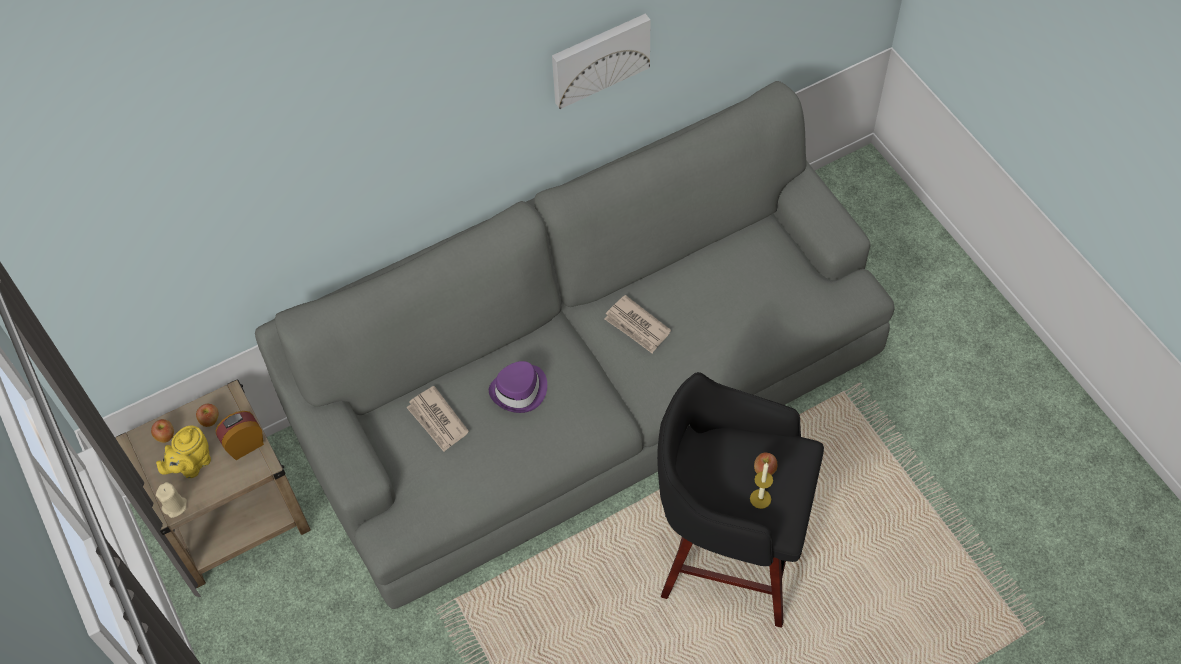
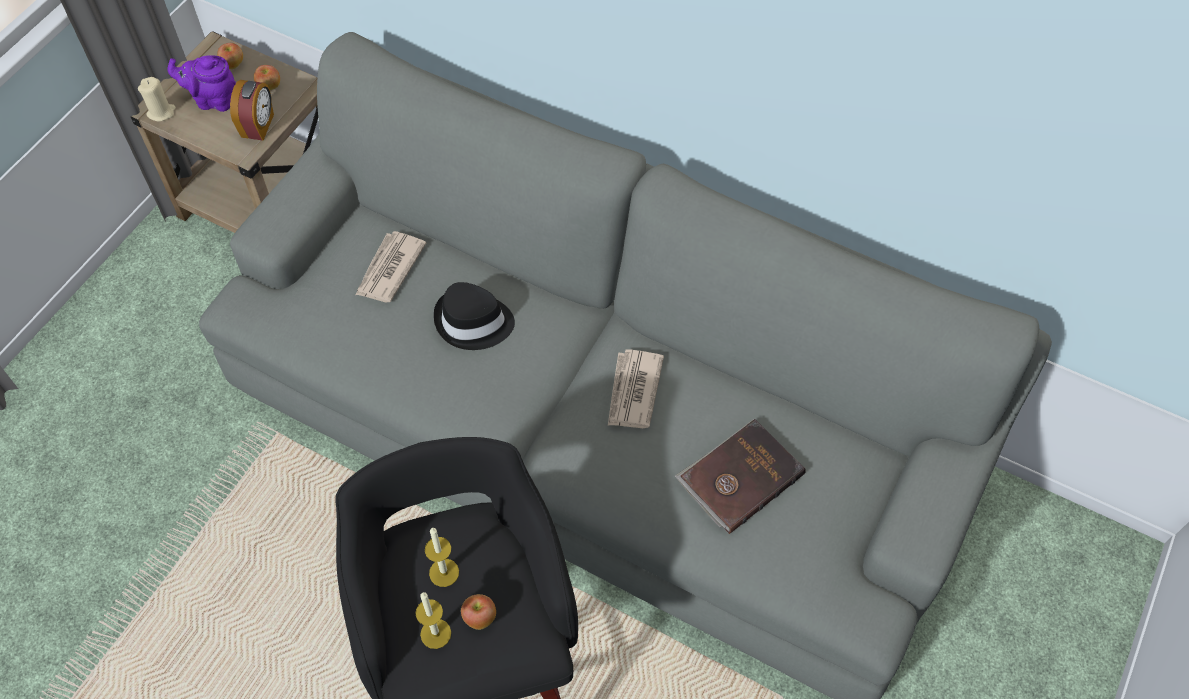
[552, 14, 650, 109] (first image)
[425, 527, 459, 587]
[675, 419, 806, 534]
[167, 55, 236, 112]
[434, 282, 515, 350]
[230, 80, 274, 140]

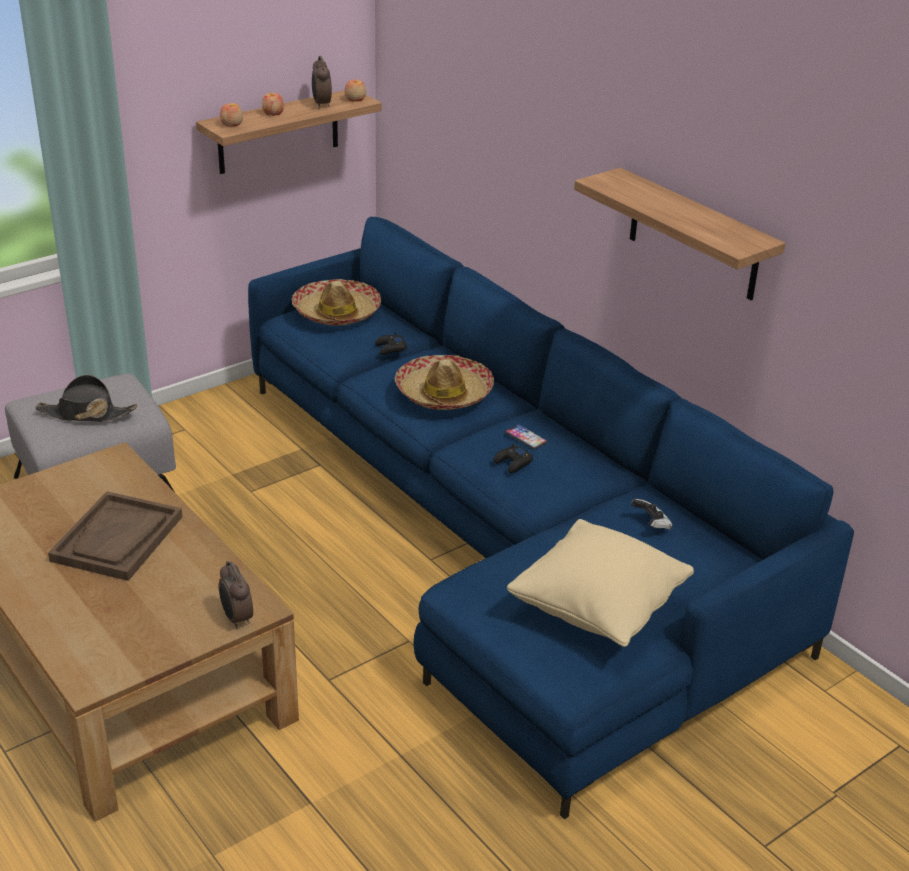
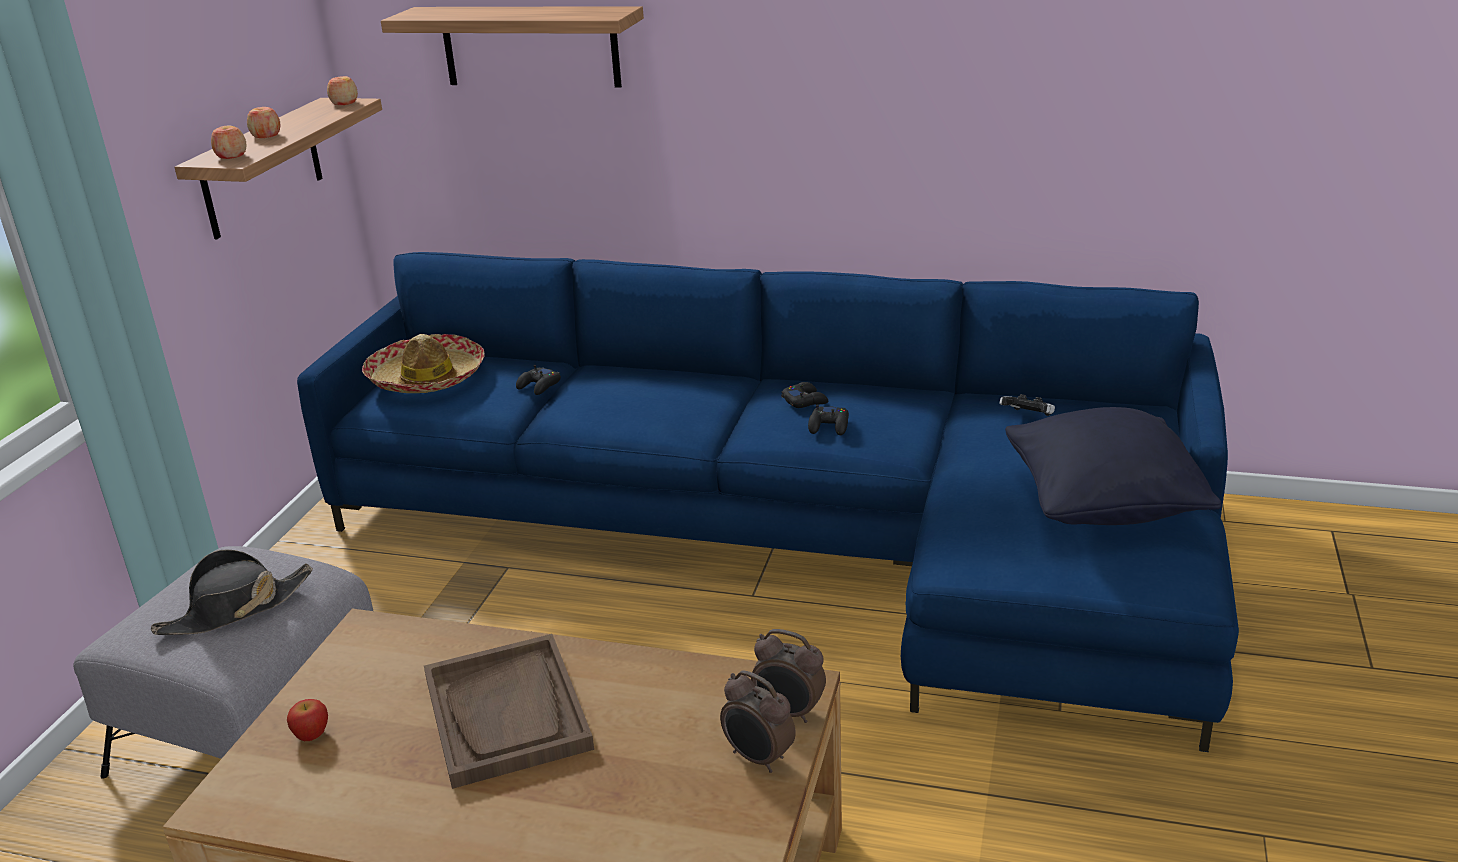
[395, 355, 494, 410] (first image)
[287, 699, 328, 741]
[720, 670, 796, 773]
[381, 6, 644, 88]
[781, 382, 828, 408]
[1005, 407, 1222, 525]

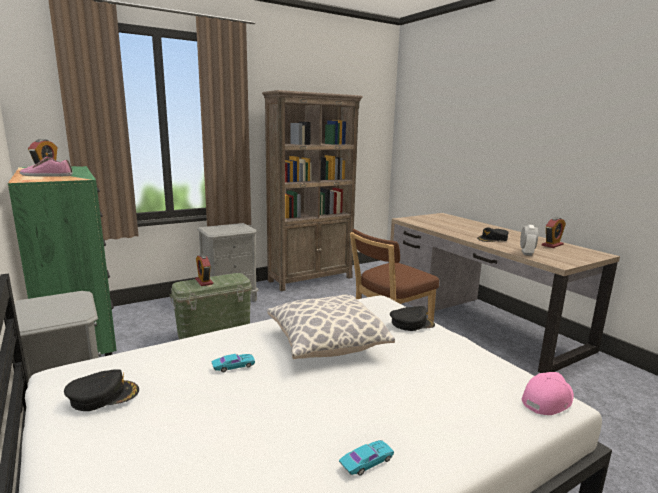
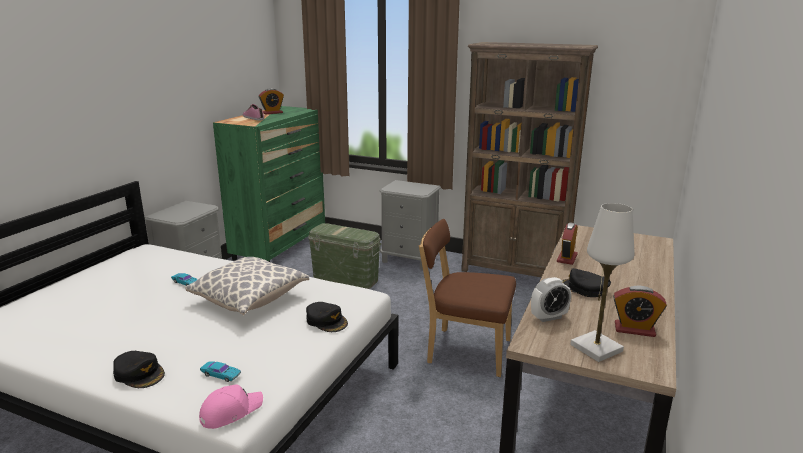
[570, 203, 634, 362]
[113, 351, 165, 388]
[557, 222, 578, 265]
[200, 362, 241, 382]
[199, 385, 263, 429]

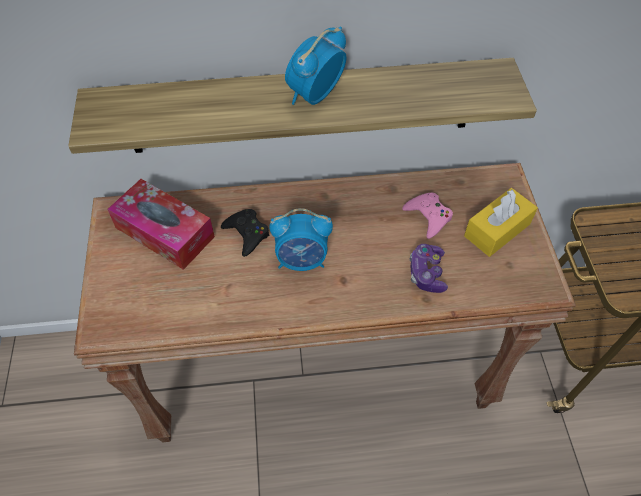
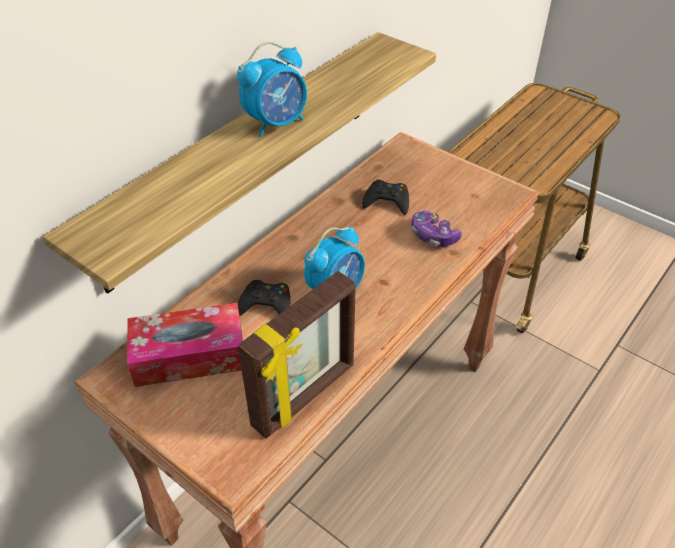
[464, 188, 538, 257] (first image)
[238, 271, 356, 439]
[362, 179, 409, 215]
[237, 42, 307, 137]

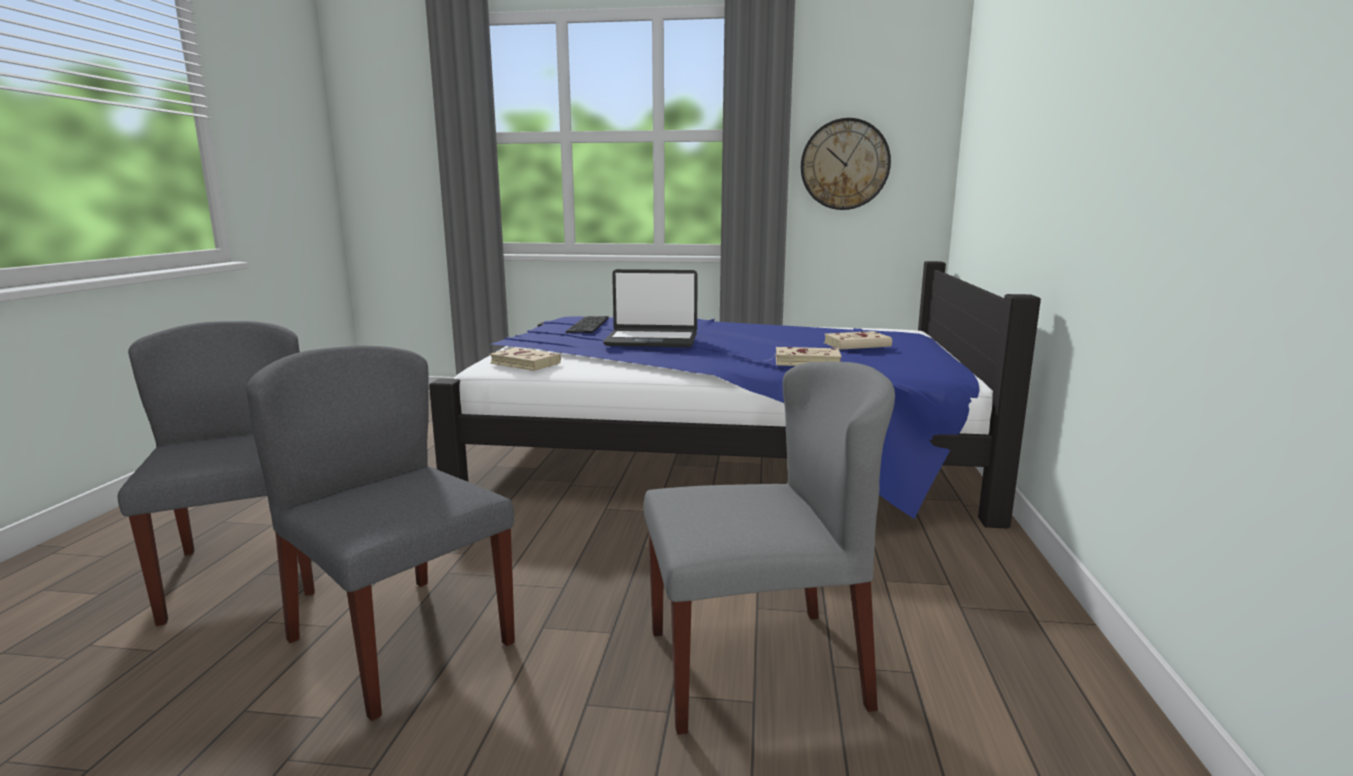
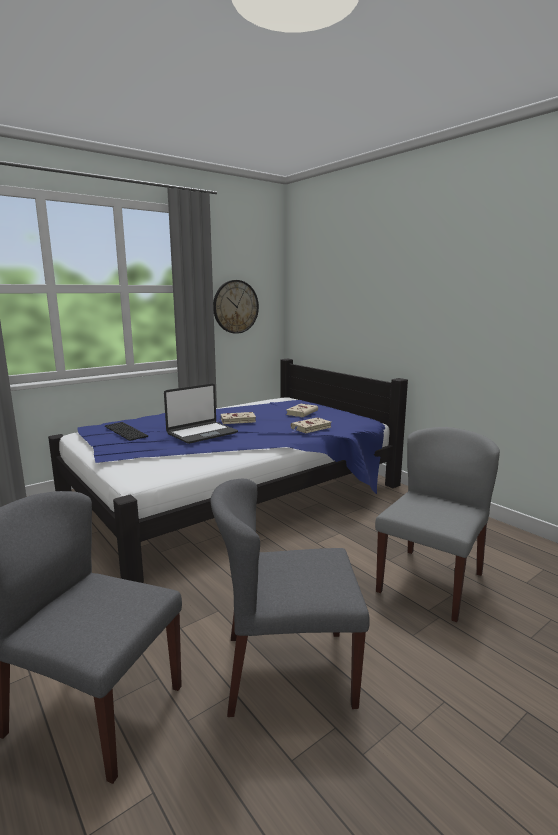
[216, 412, 256, 424]

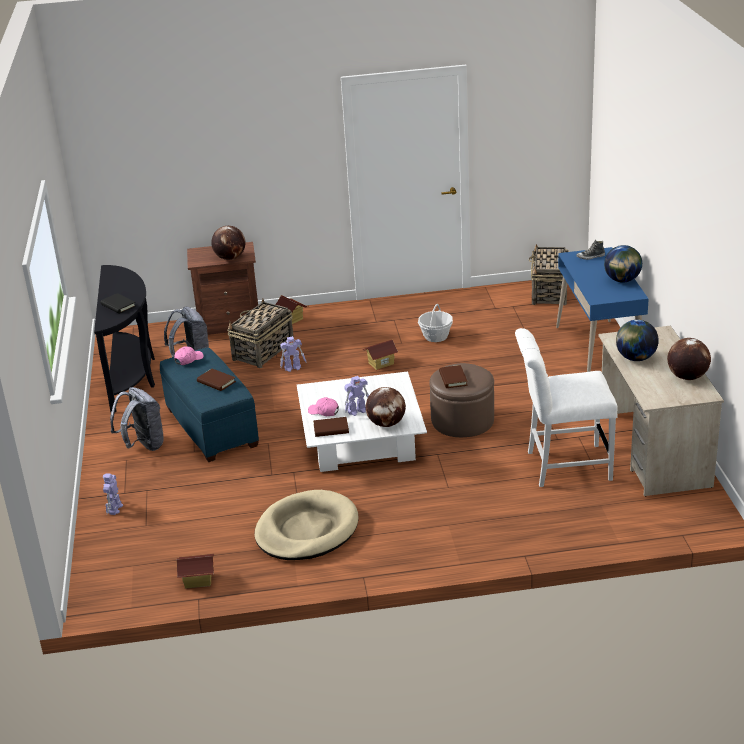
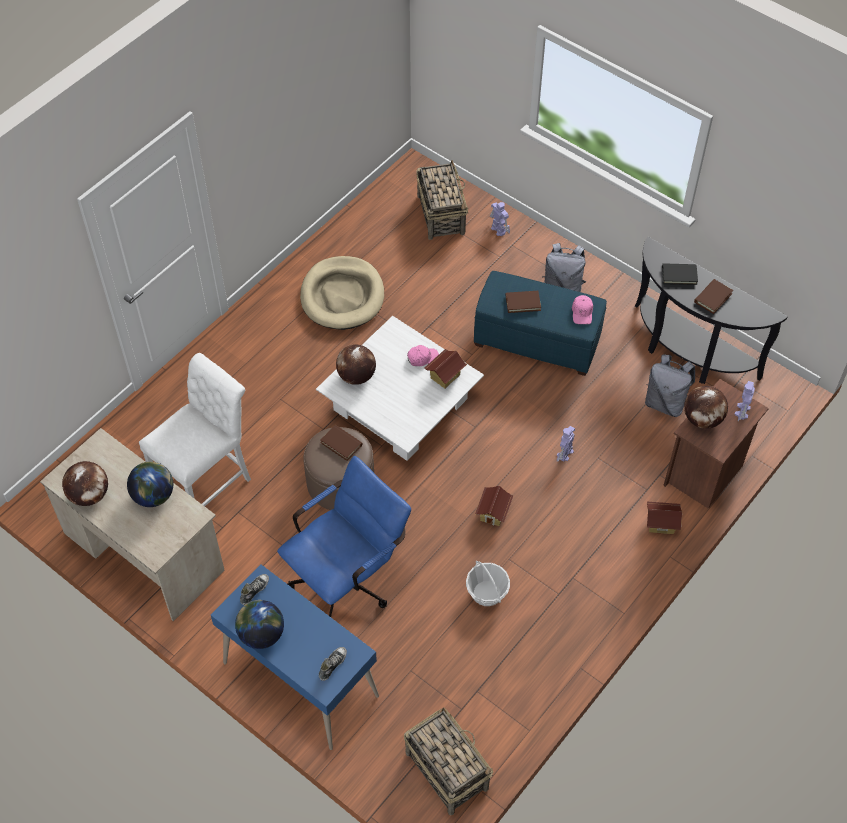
[240, 574, 269, 605]
[277, 456, 411, 617]
[424, 349, 467, 388]
[416, 160, 468, 240]
[694, 279, 733, 314]
[734, 381, 755, 421]

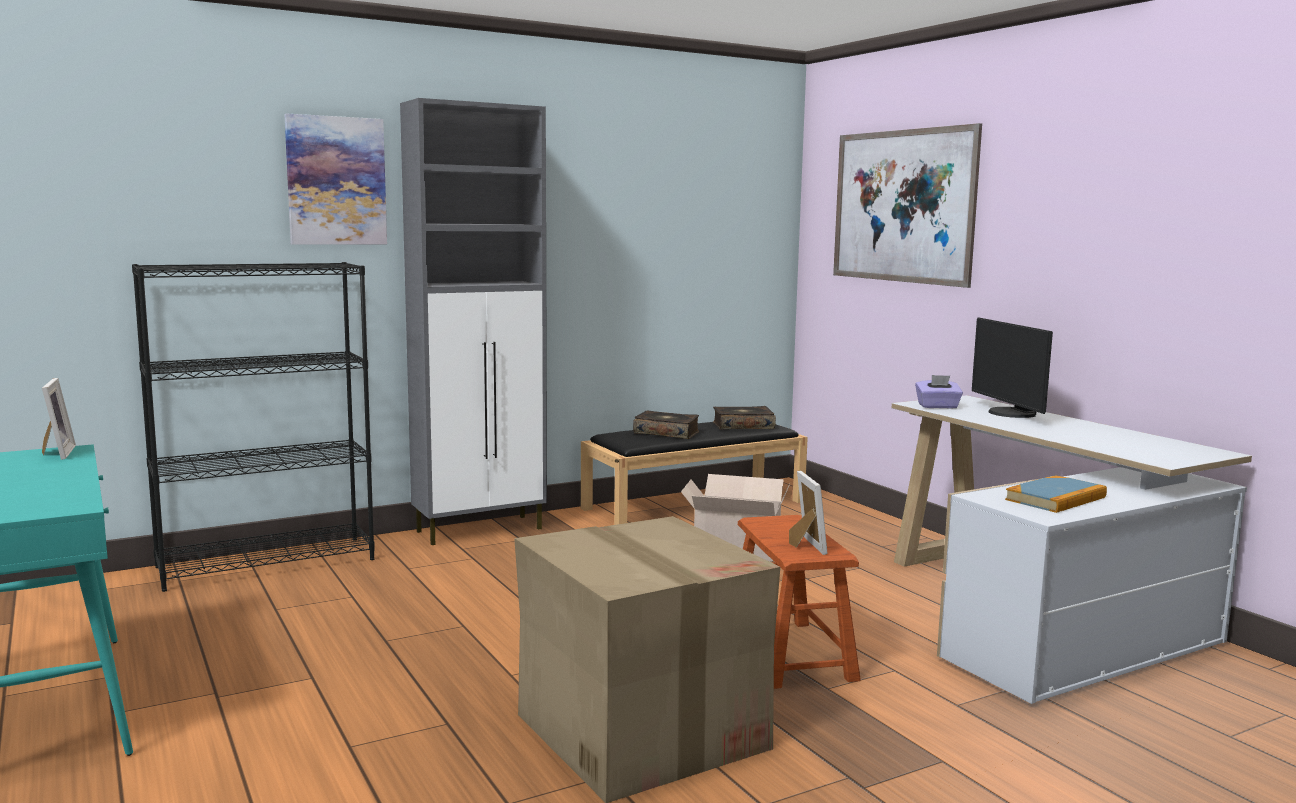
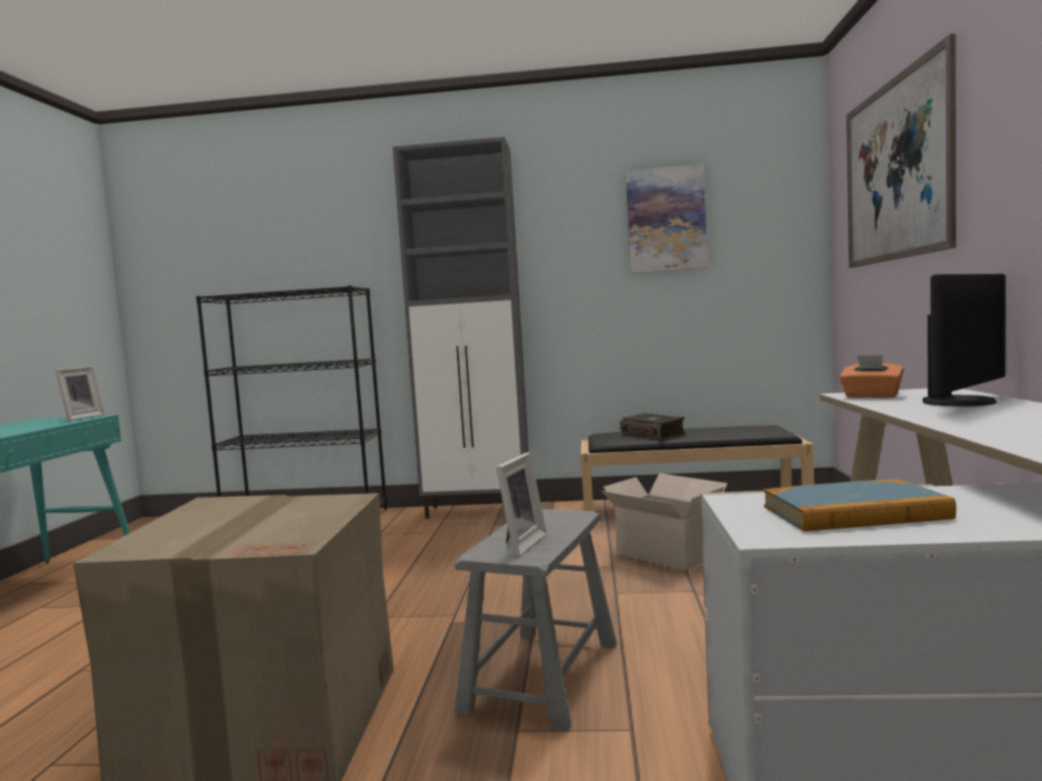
[713, 406, 776, 429] (first image)
[626, 164, 708, 273]
[454, 509, 617, 732]
[840, 355, 904, 398]
[923, 274, 1006, 407]

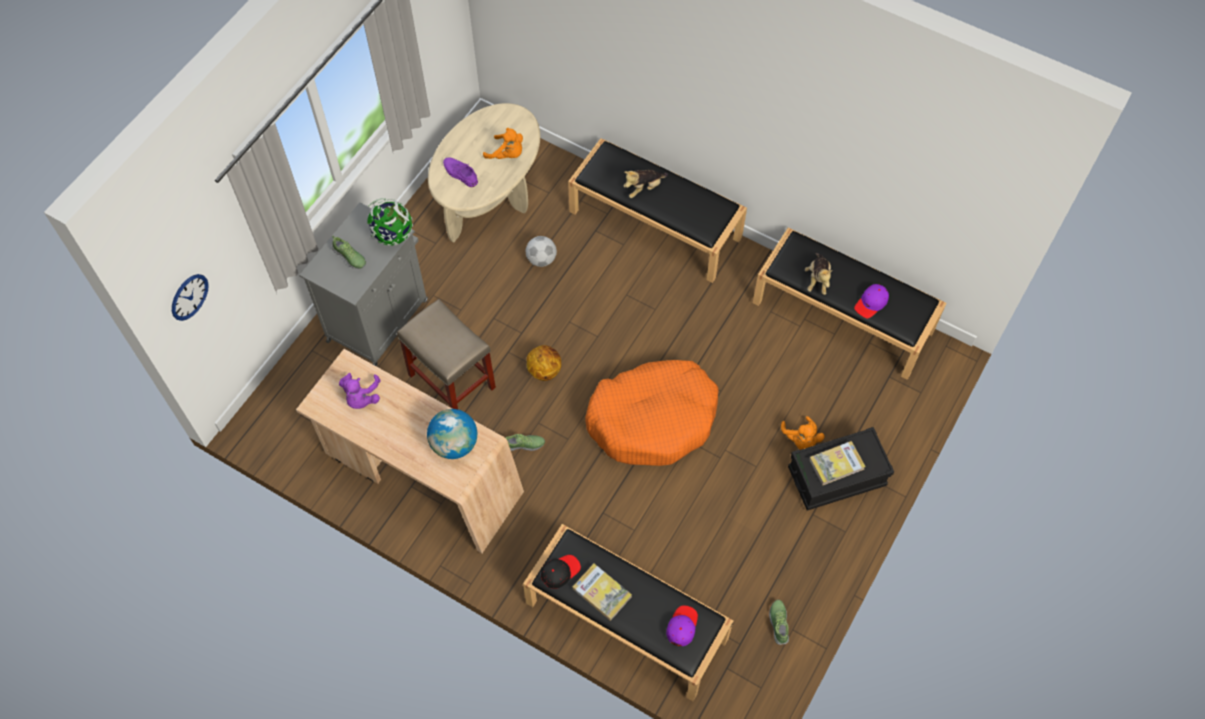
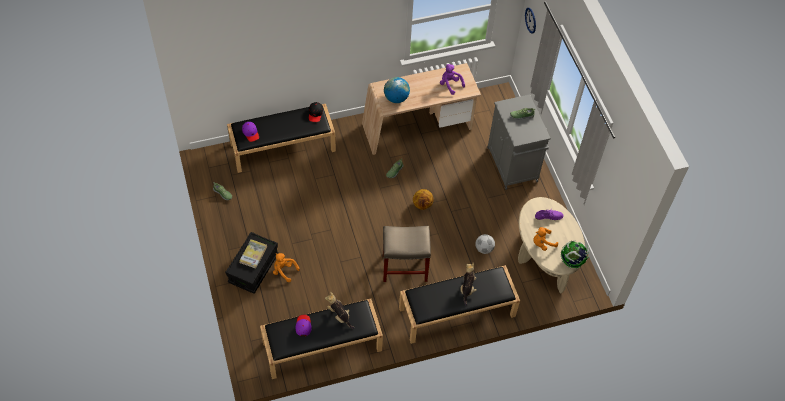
[573, 564, 632, 621] (first image)
[585, 360, 719, 466] (first image)
[561, 241, 590, 268]
[383, 226, 431, 282]

